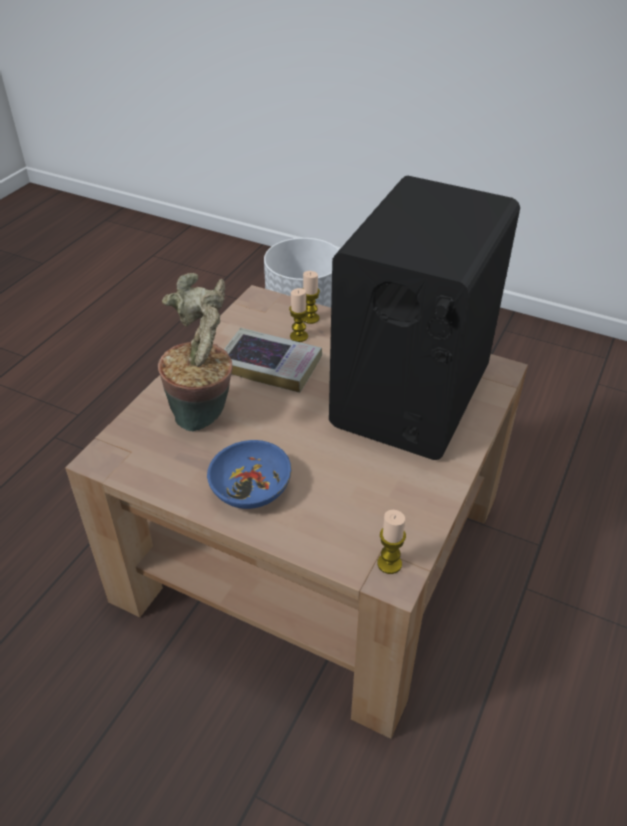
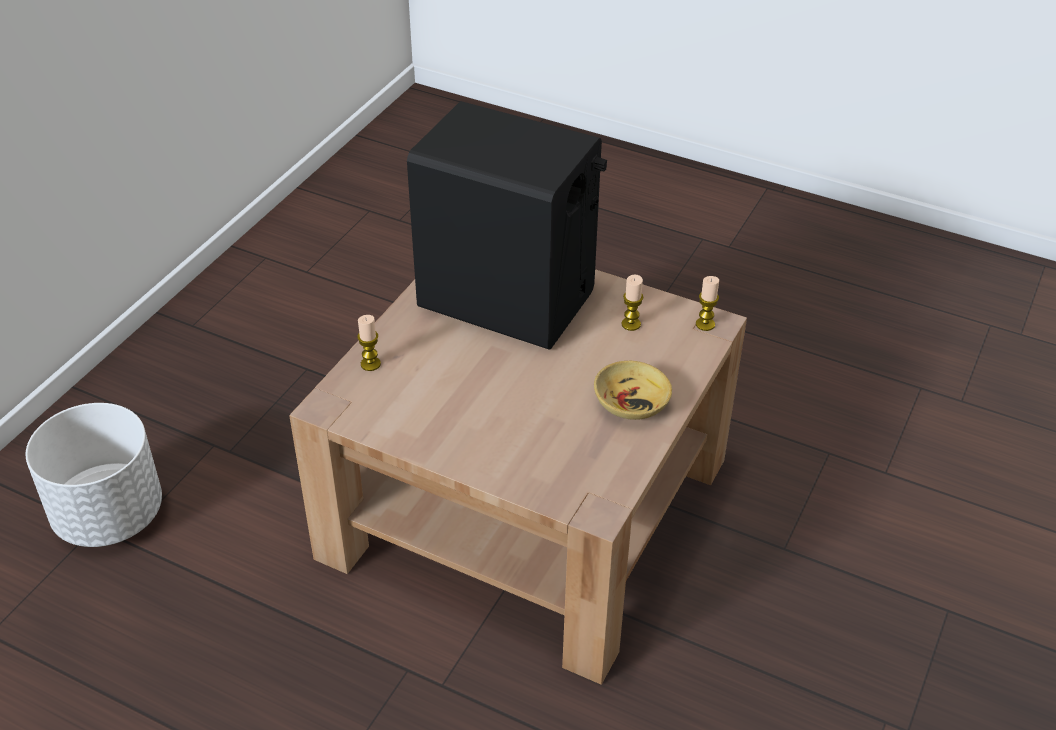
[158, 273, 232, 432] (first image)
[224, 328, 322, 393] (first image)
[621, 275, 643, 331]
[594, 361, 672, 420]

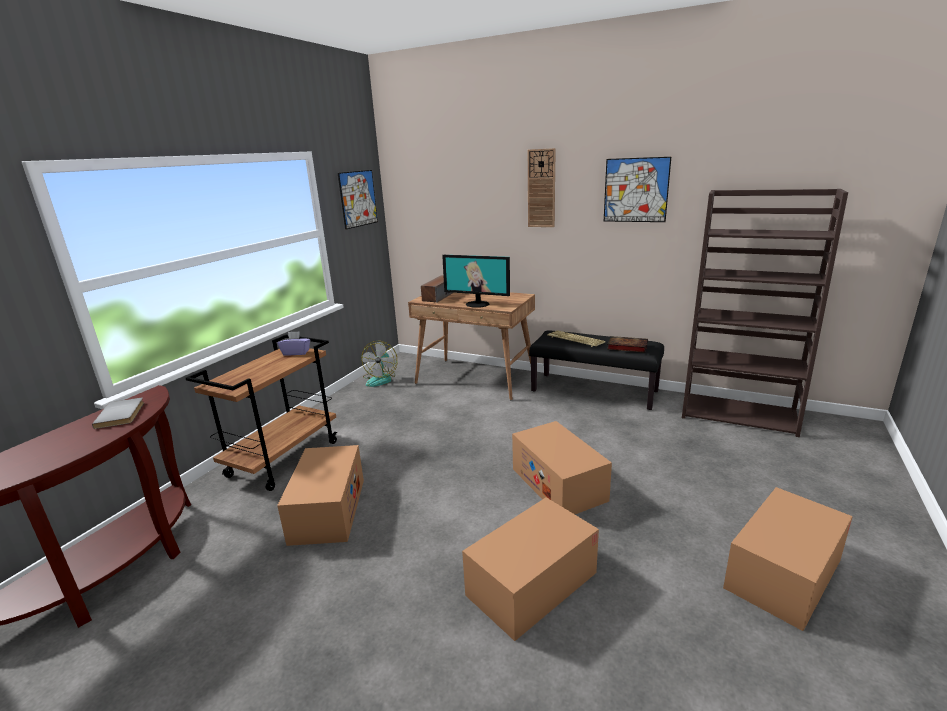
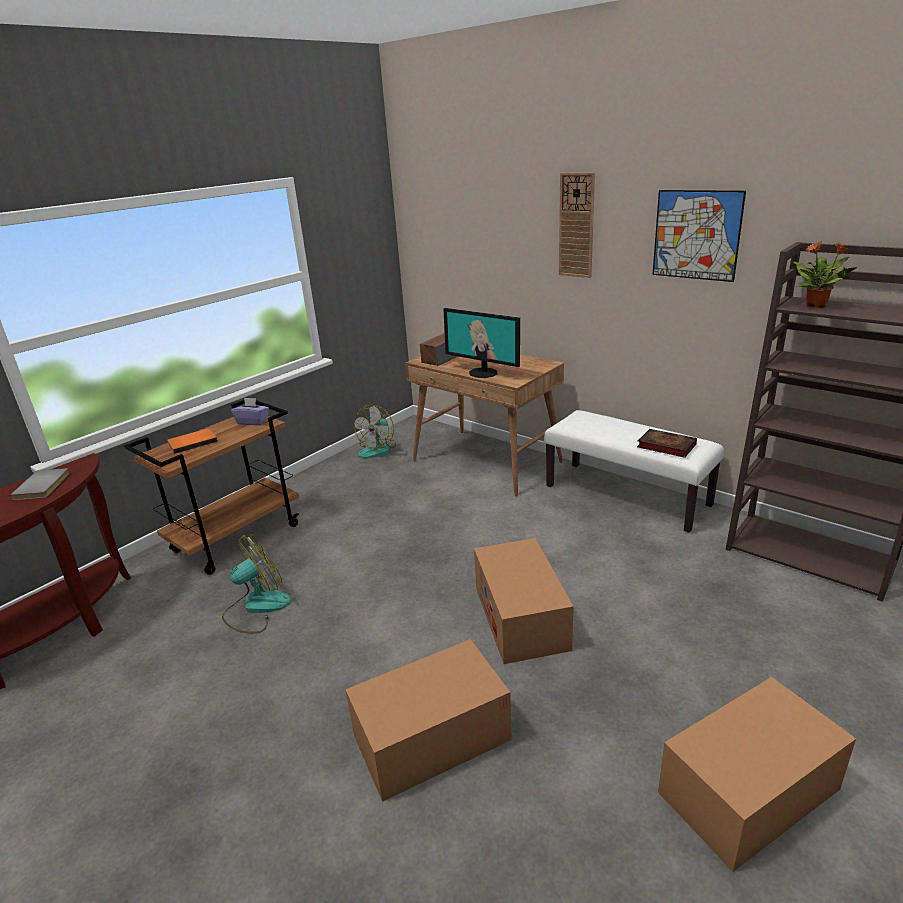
[338, 170, 378, 230] (first image)
[547, 330, 606, 347] (first image)
[167, 428, 218, 454]
[793, 241, 857, 308]
[222, 534, 291, 633]
[544, 410, 724, 533]

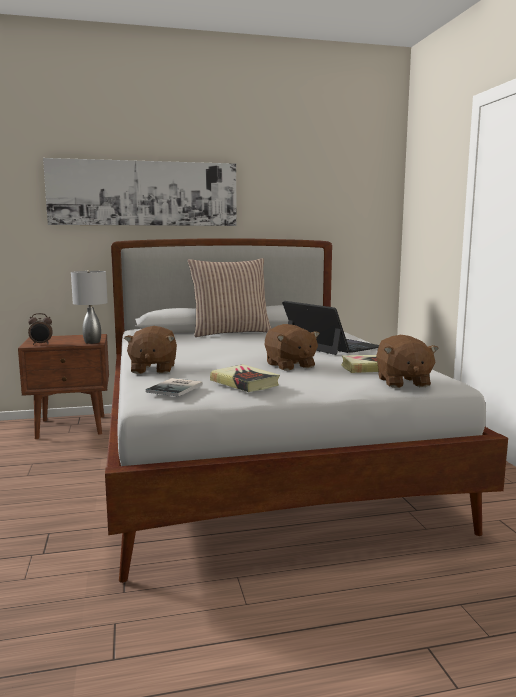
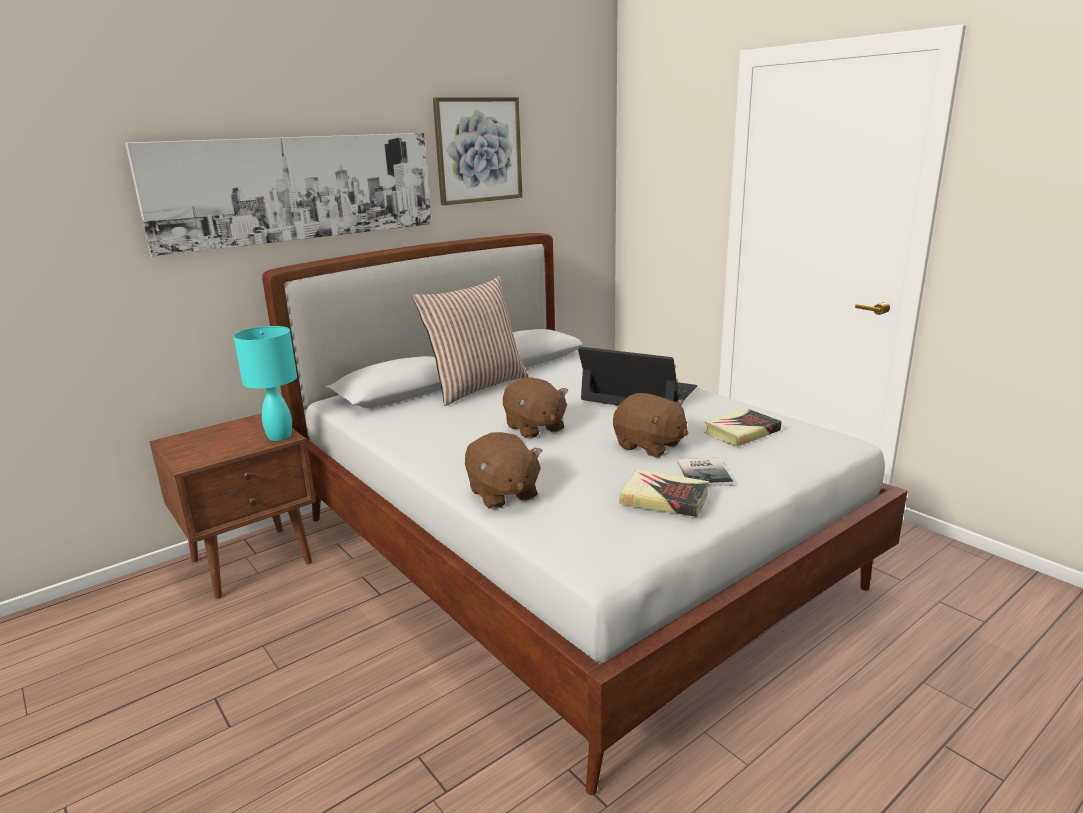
[28, 313, 53, 345] (first image)
[433, 97, 522, 205]
[677, 458, 733, 486]
[503, 377, 569, 439]
[233, 326, 297, 441]

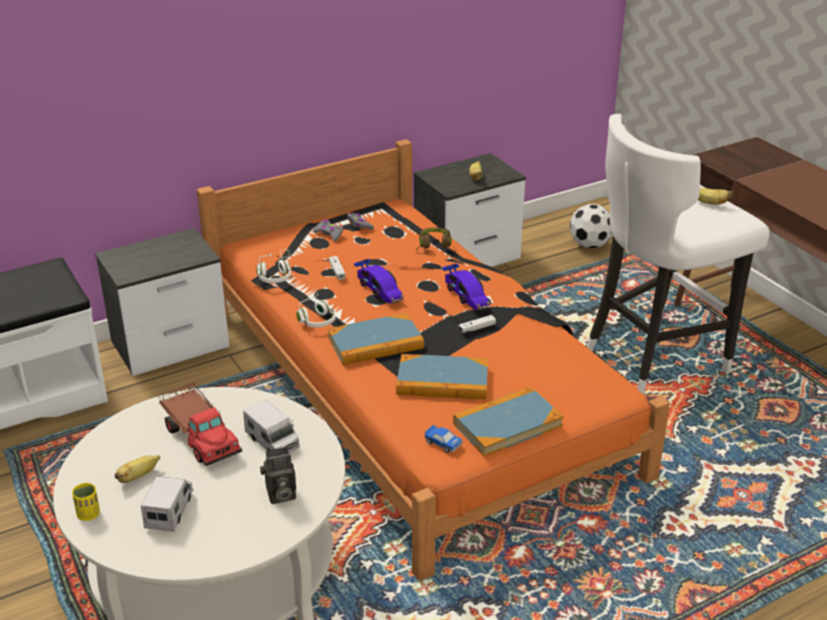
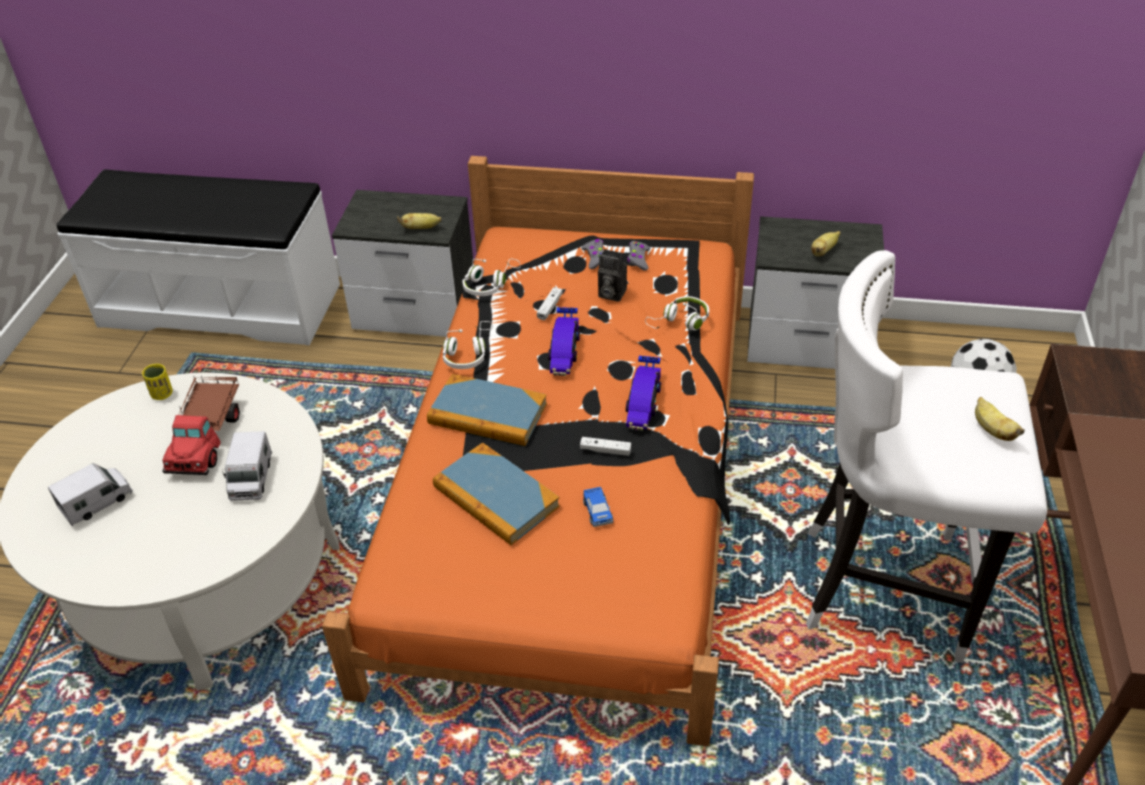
[453, 387, 563, 456] (first image)
[142, 364, 173, 400]
[397, 213, 442, 229]
[598, 249, 627, 302]
[583, 487, 613, 527]
[645, 296, 709, 331]

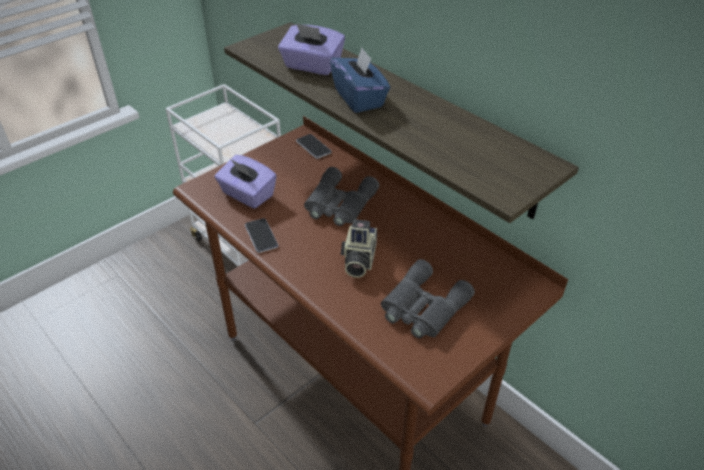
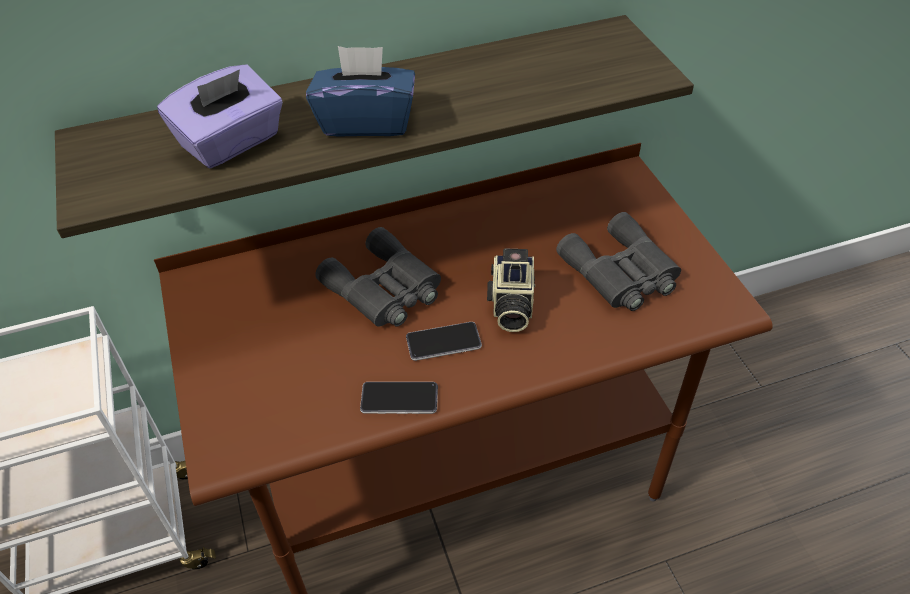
[215, 155, 277, 209] (first image)
[406, 322, 482, 361]
[487, 248, 535, 332]

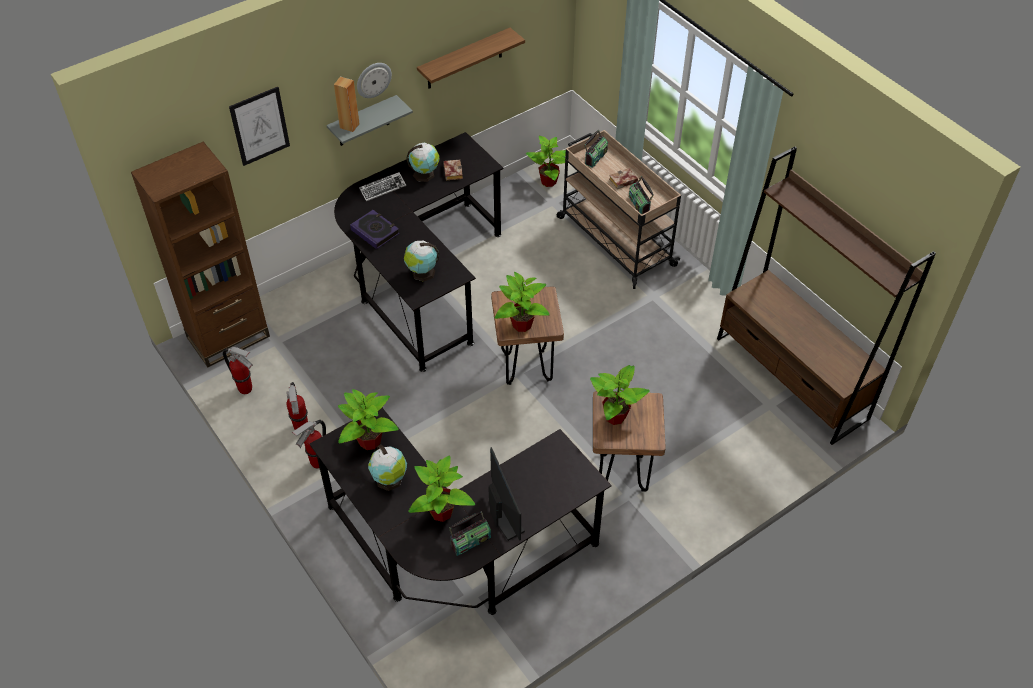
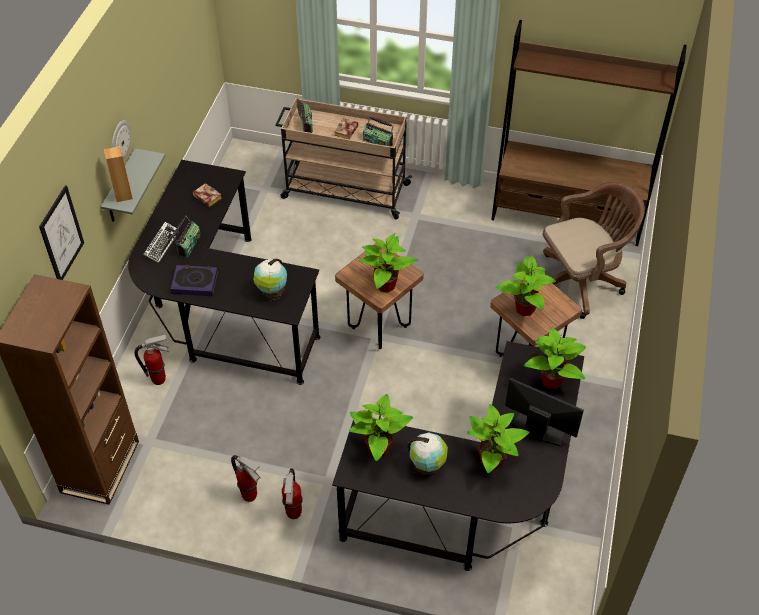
[406, 143, 440, 182] (first image)
[417, 28, 525, 89] (first image)
[543, 181, 645, 319]
[135, 334, 169, 385]
[172, 216, 201, 258]
[524, 327, 586, 389]

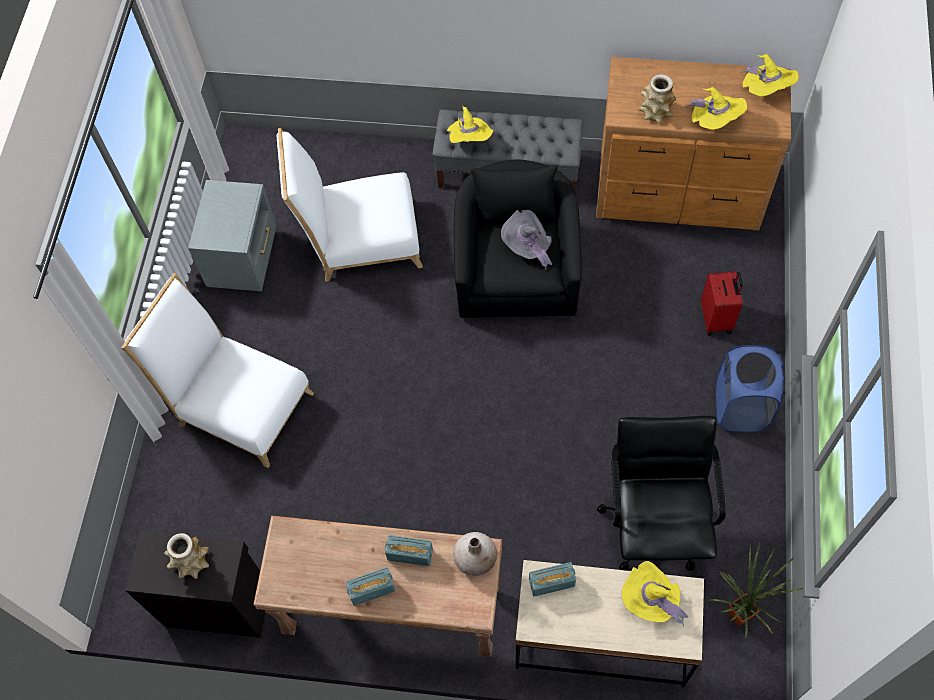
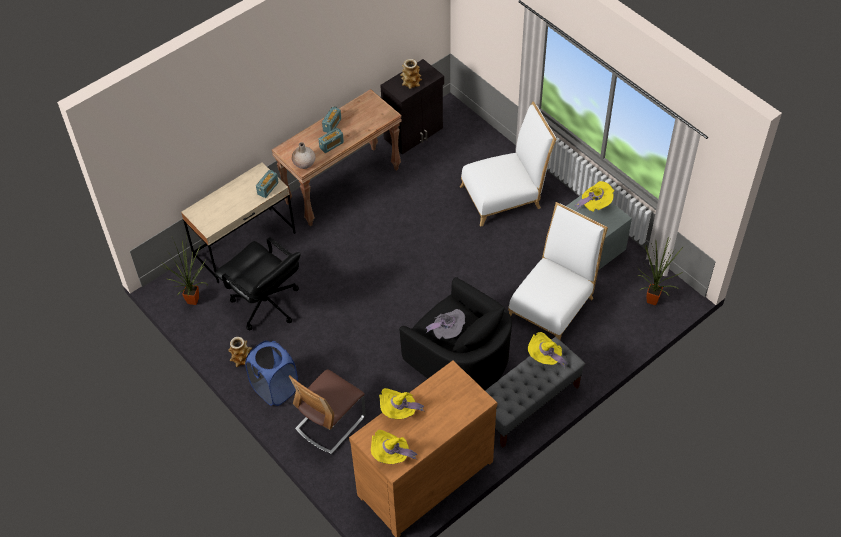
[637, 237, 683, 305]
[574, 181, 614, 212]
[228, 337, 252, 367]
[289, 369, 365, 454]

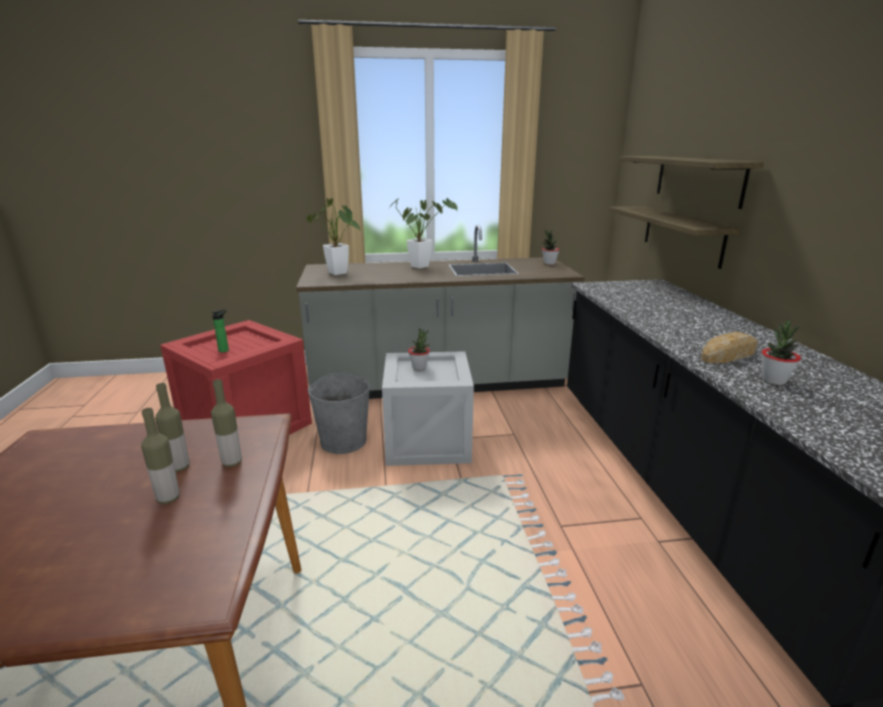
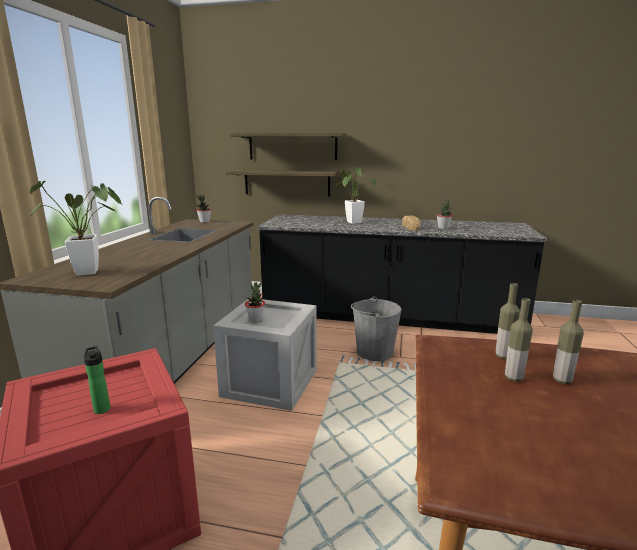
[351, 297, 402, 361]
[336, 166, 377, 224]

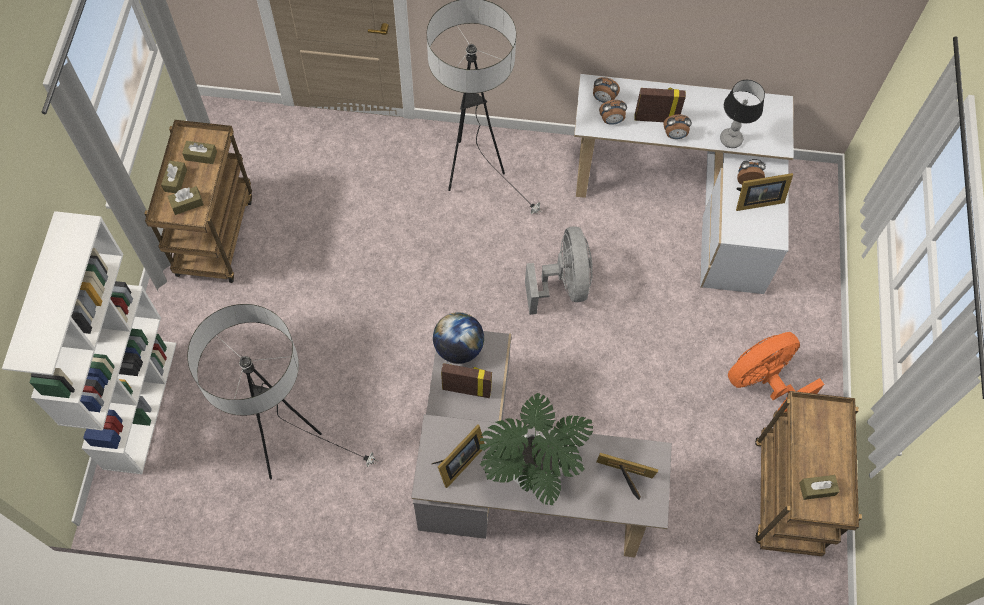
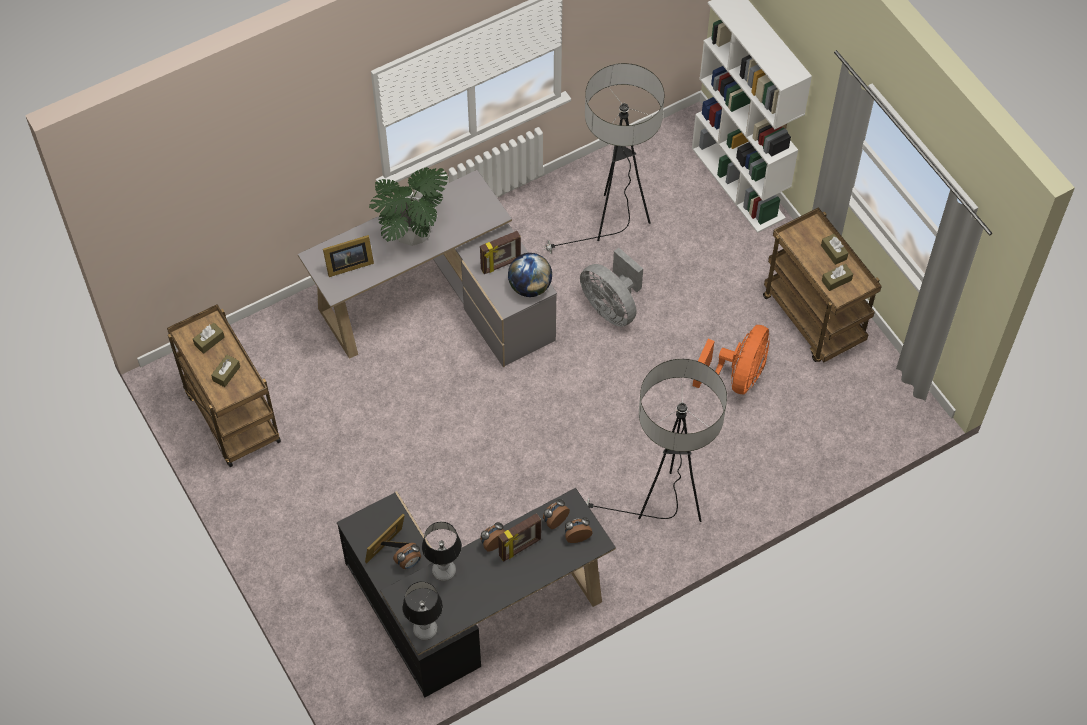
[432, 425, 485, 488] (first image)
[402, 581, 443, 640]
[211, 355, 240, 387]
[580, 248, 643, 327]
[693, 325, 770, 394]
[337, 488, 616, 698]

